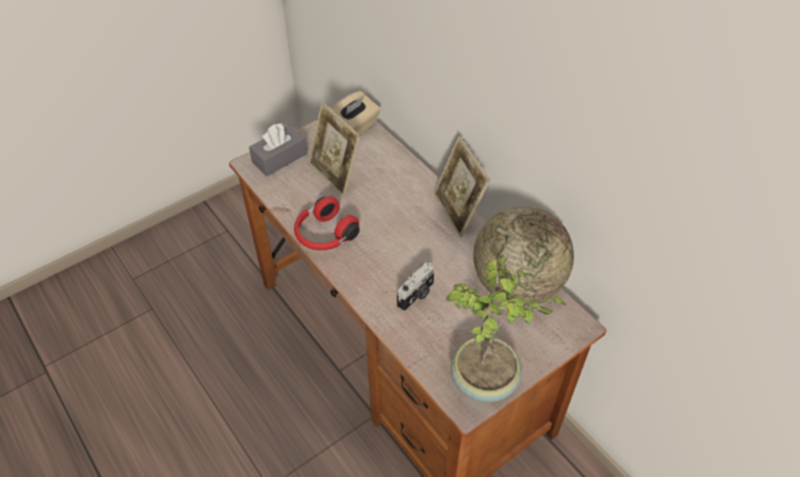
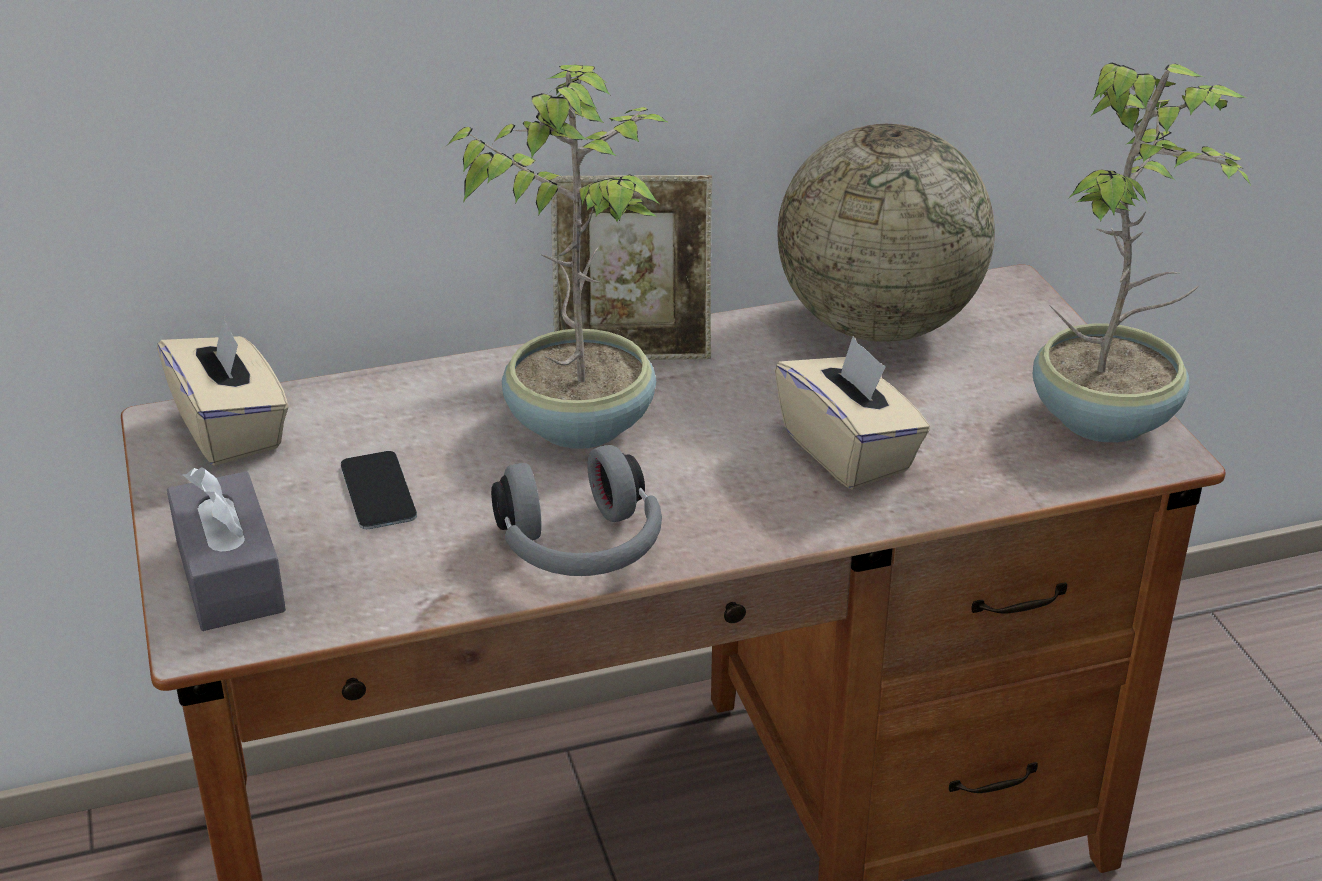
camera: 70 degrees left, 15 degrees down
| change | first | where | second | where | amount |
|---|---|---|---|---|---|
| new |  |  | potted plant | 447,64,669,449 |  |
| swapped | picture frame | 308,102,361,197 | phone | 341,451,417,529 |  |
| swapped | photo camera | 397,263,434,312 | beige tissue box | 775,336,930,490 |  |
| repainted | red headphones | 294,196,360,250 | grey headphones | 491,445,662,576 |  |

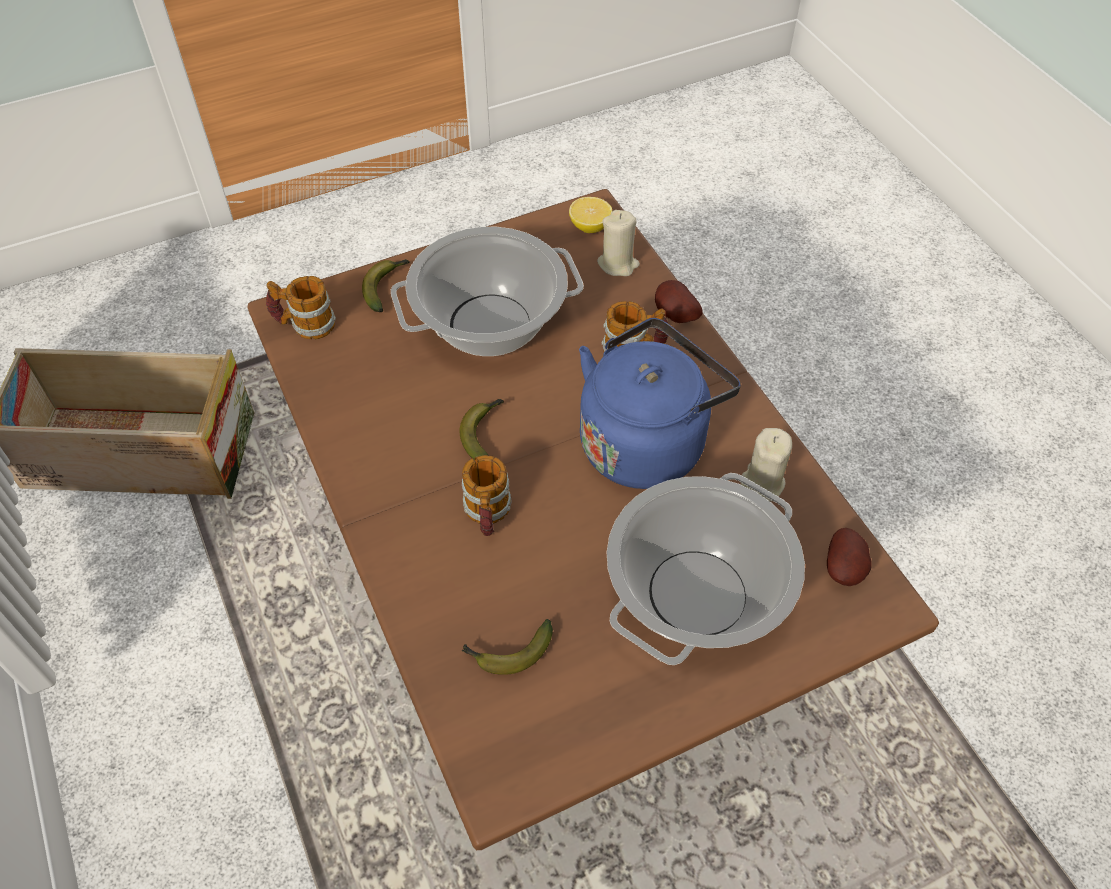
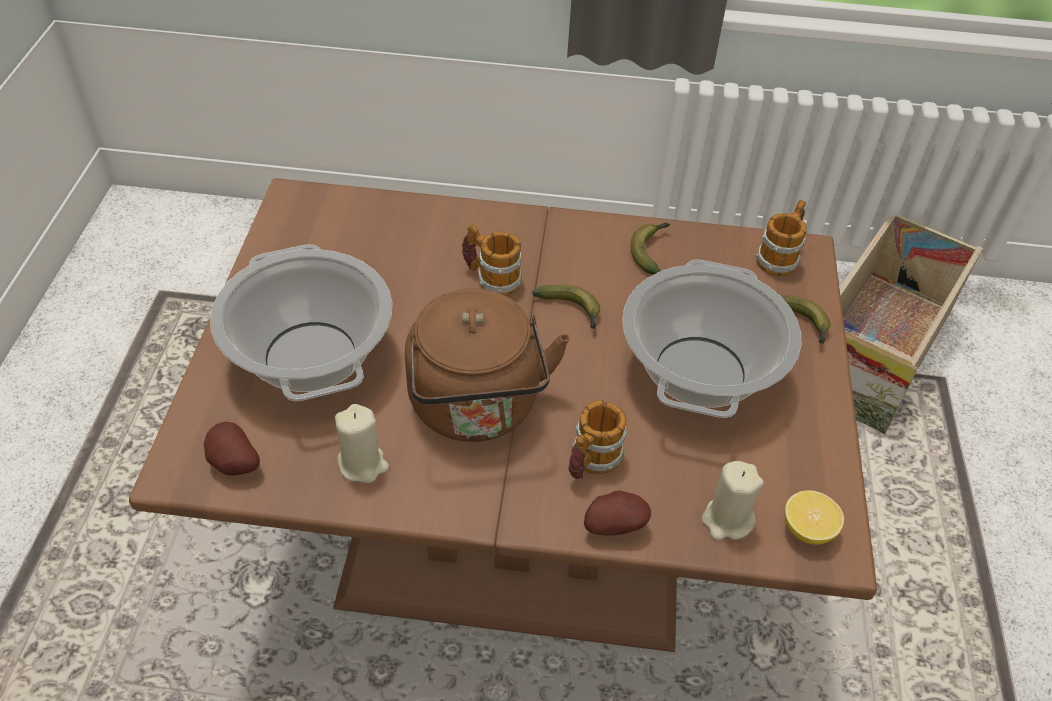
camera: 120 degrees right, 5 degrees down
| change | first | where | second | where | amount |
|---|---|---|---|---|---|
| shifted | banana | 461,619,553,675 |  | 630,222,670,275 |  |
| repainted | blue kettle | 579,318,741,489 | brown kettle | 405,288,570,442 |  |

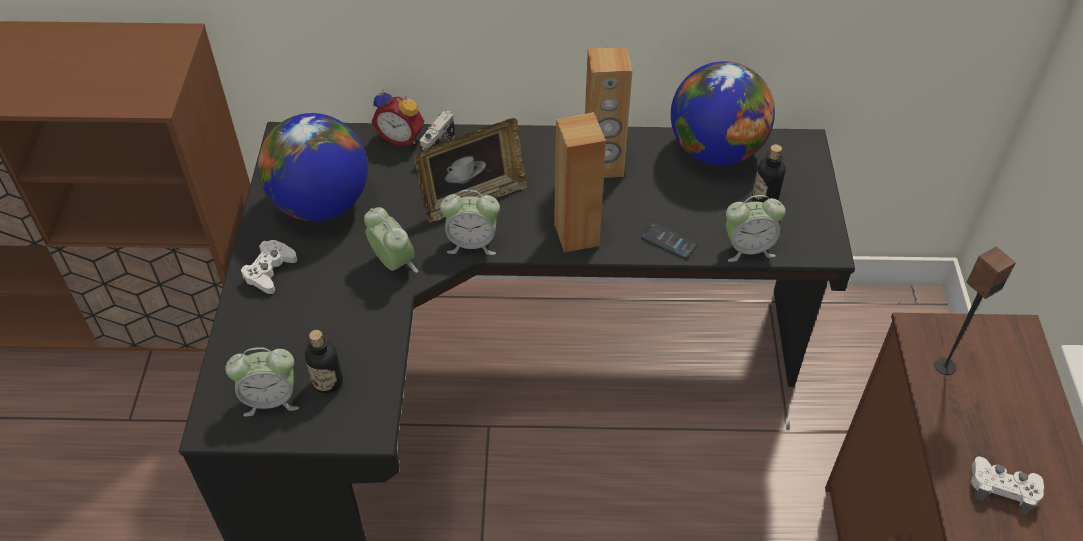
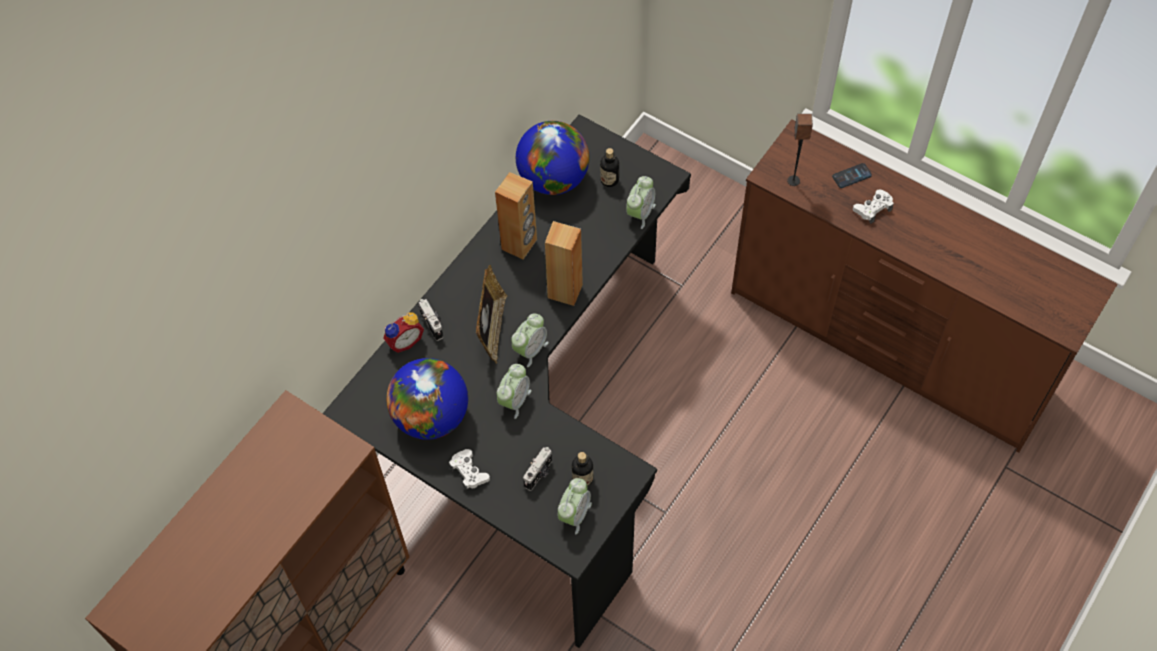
camera: 55 degrees left, 10 degrees up
| change | first | where | second | where | amount |
|---|---|---|---|---|---|
| new |  |  | photo camera | 523,447,552,491 |  |
| shifted | phone | 641,222,698,259 |  | 832,163,872,188 |  |
| rotated | alarm clock | 364,207,418,273 |  | 497,364,531,419 | 120 degrees clockwise |

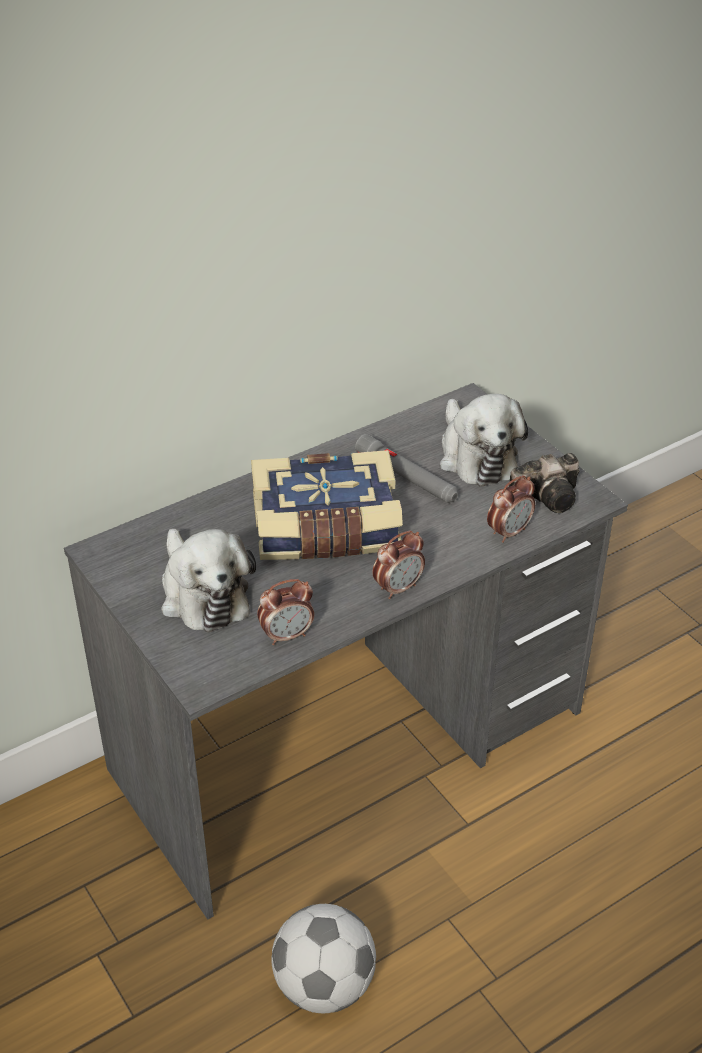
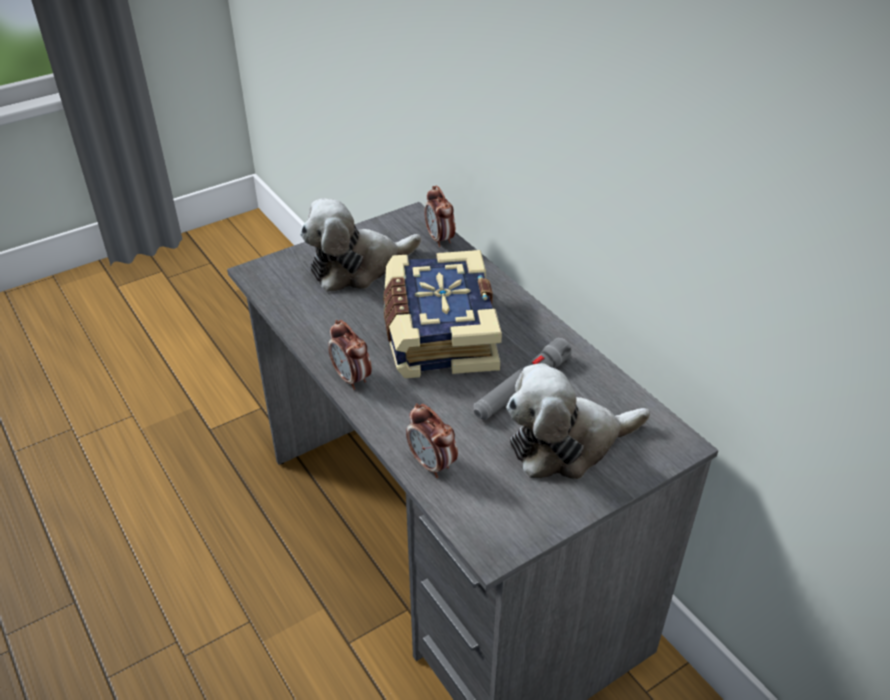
camera: 90 degrees right, 0 degrees up
| change | first | where | second | where | amount |
|---|---|---|---|---|---|
| gone | football | 271,904,376,1013 |  |  |  |
| gone | photo camera | 509,453,579,513 |  |  |  |
| shifted | alarm clock | 257,579,314,645 |  | 424,185,455,247 |  |

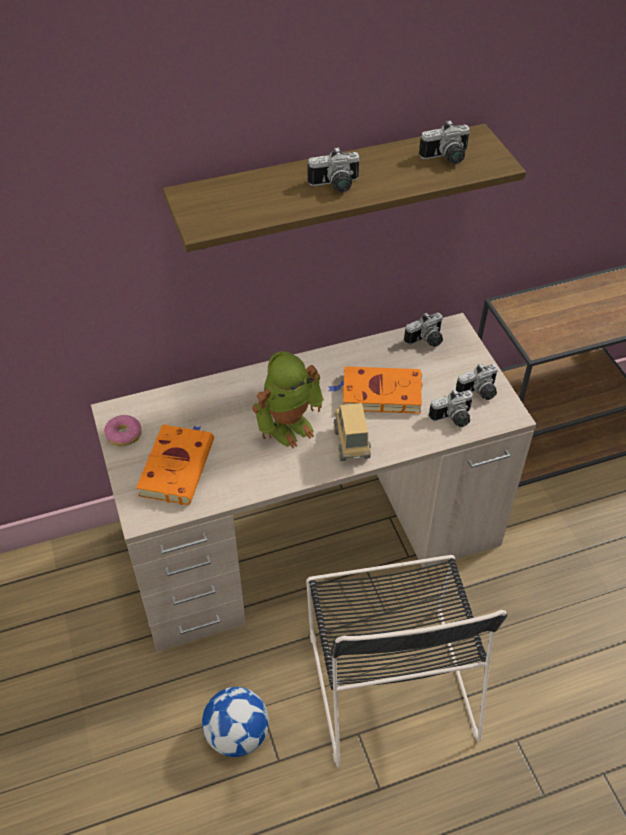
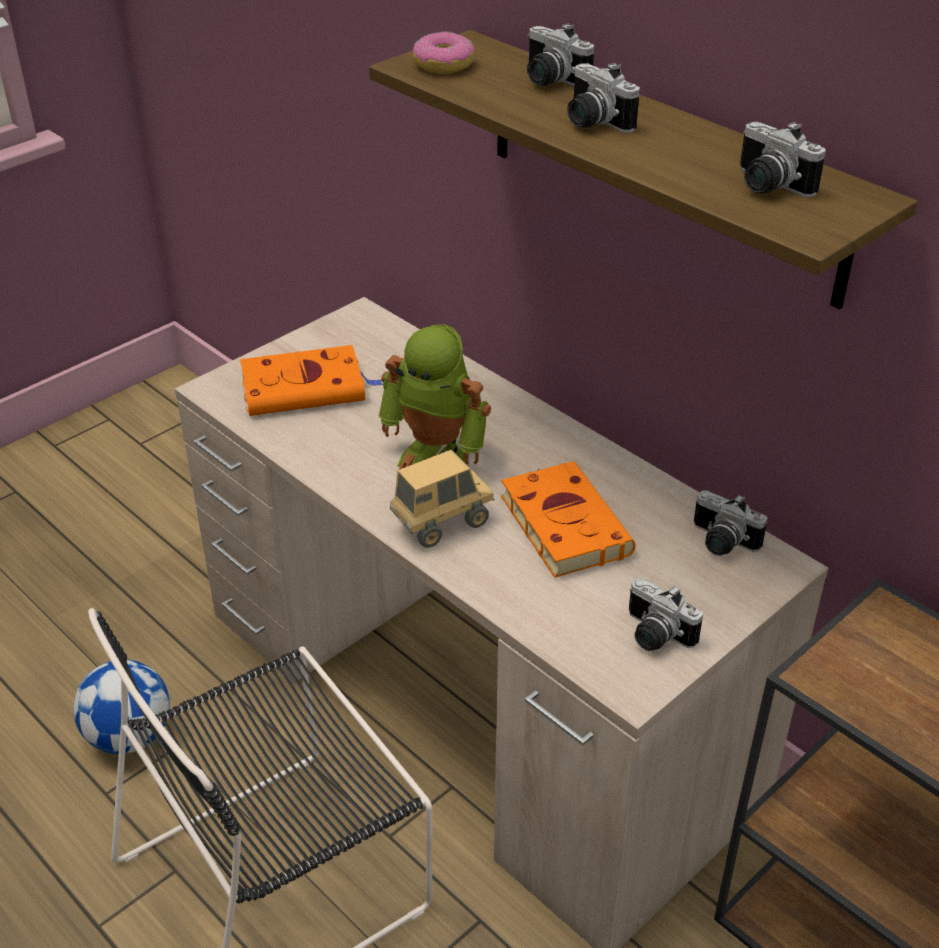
camera: 65 degrees right, 10 degrees down
| change | first | where | second | where | amount |
|---|---|---|---|---|---|
| shifted | donut | 104,415,142,446 |  | 413,31,475,74 |  |
| shifted | photo camera | 429,389,473,427 |  | 527,23,594,86 |  |

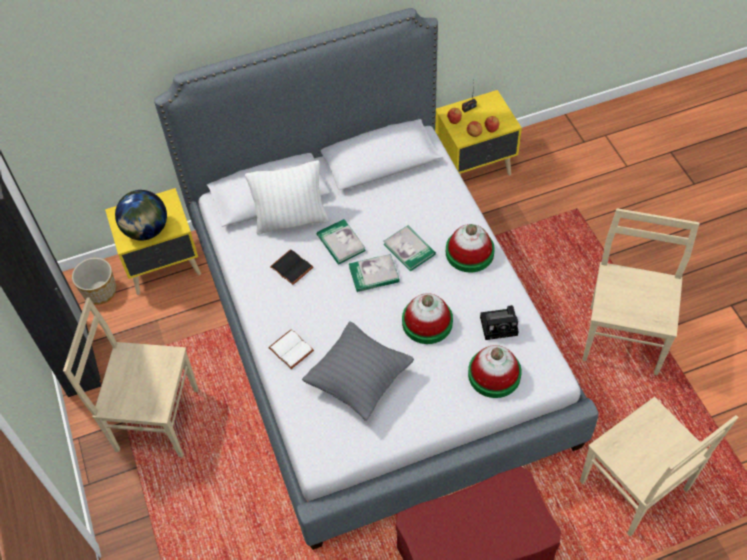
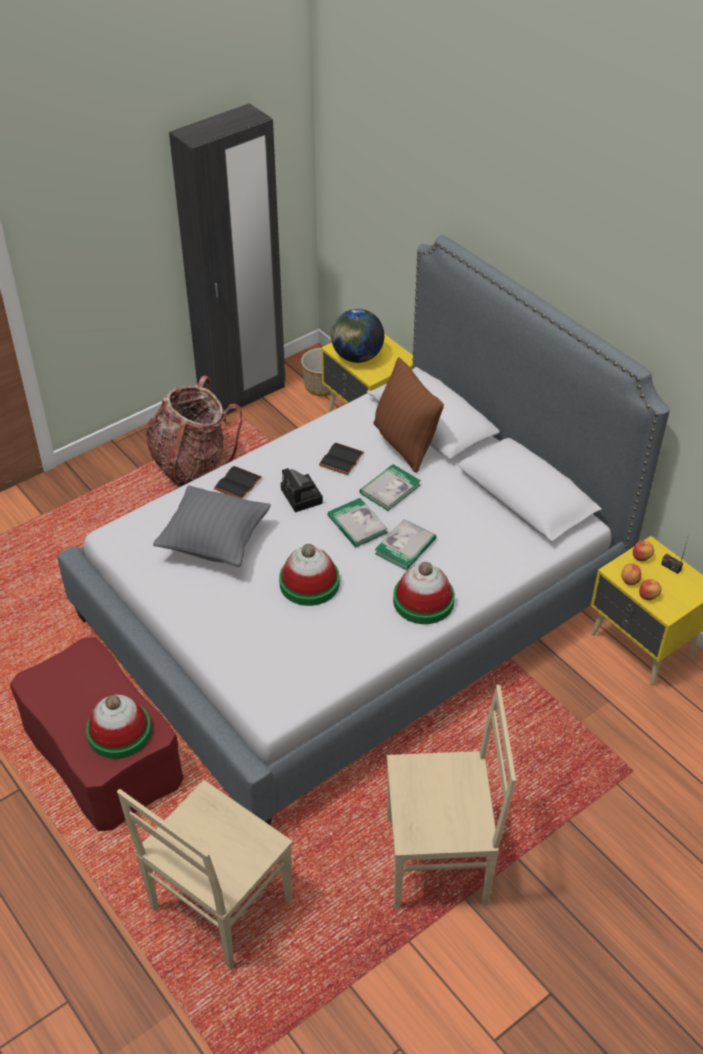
camera: 70 degrees right, 10 degrees down
| change | first | where | second | where | amount |
|---|---|---|---|---|---|
| shifted | hat | 468,345,522,398 |  | 86,695,152,759 |  |
| shifted | photo camera | 480,305,519,340 |  | 281,468,323,512 |  |
| swapped | beige chair | 63,297,198,457 | backpack | 145,375,242,487 |  |
| repainted | white pillow | 245,160,329,235 | brown pillow | 373,357,444,472 |  |
| repainted | white book | 268,329,314,369 | black book | 214,466,262,499 |  |

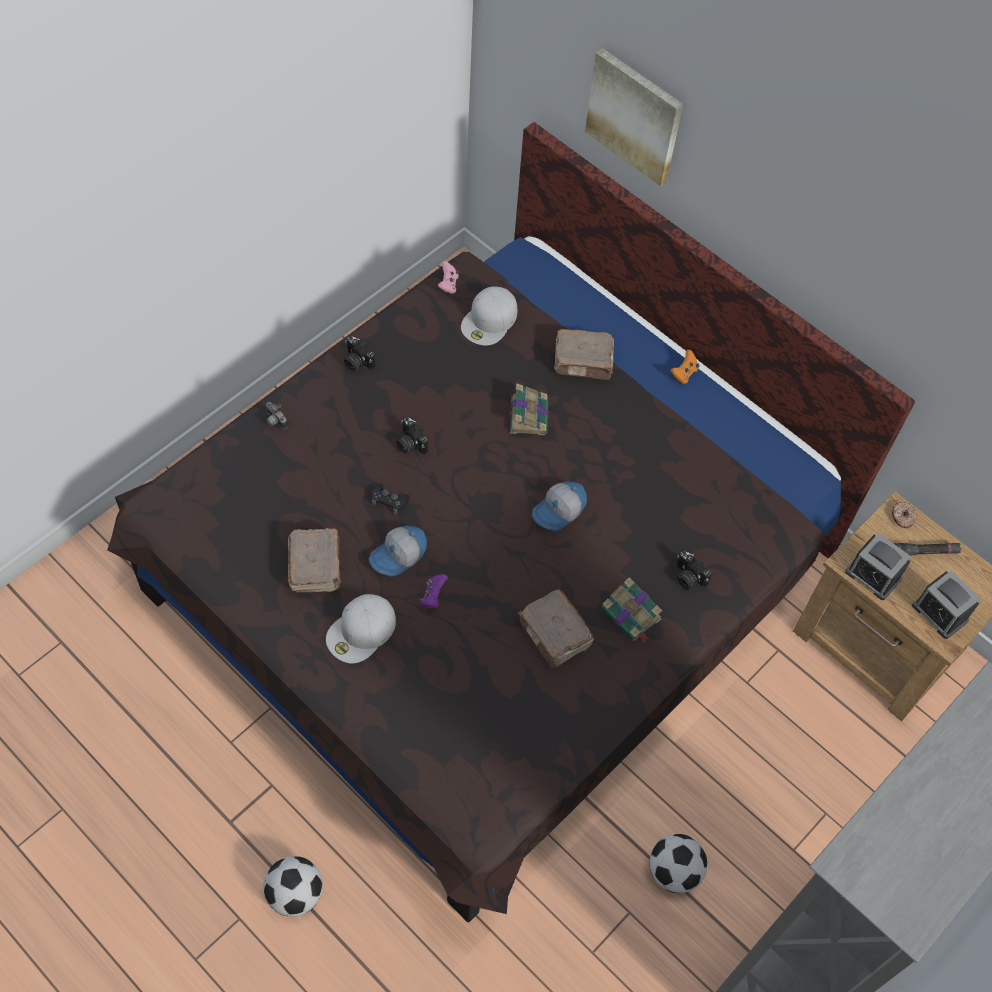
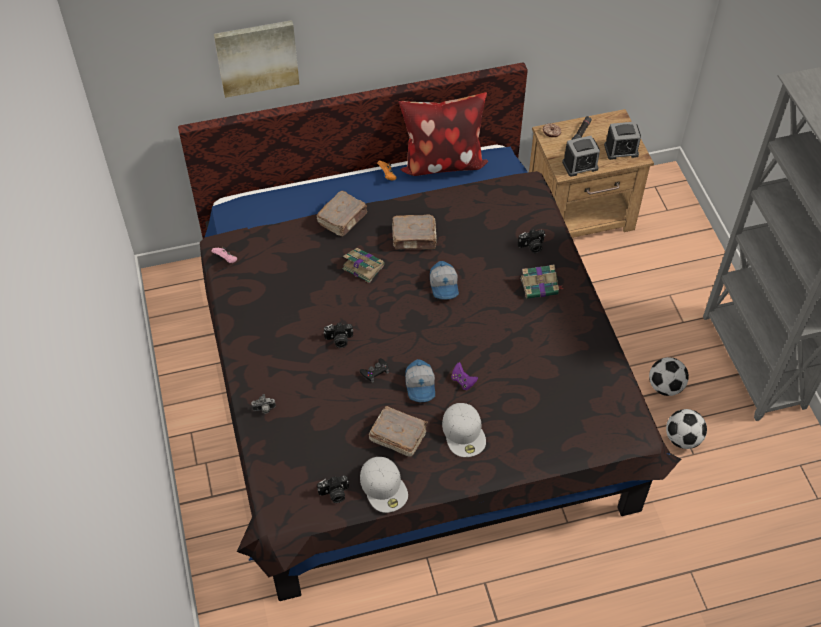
camera: 55 degrees left, 5 degrees down
| change | first | where | second | where | amount |
|---|---|---|---|---|---|
| new |  |  | pillow | 398,92,488,176 |  |
| shifted | football | 263,856,323,917 |  | 666,409,707,449 |  |
| shifted | photo camera | 344,336,375,372 |  | 317,475,349,503 |  |
| shifted | white cap | 461,286,517,346 |  | 360,457,408,513 |  |
| shifted | brown book | 518,589,594,668 |  | 392,214,437,249 |  |

